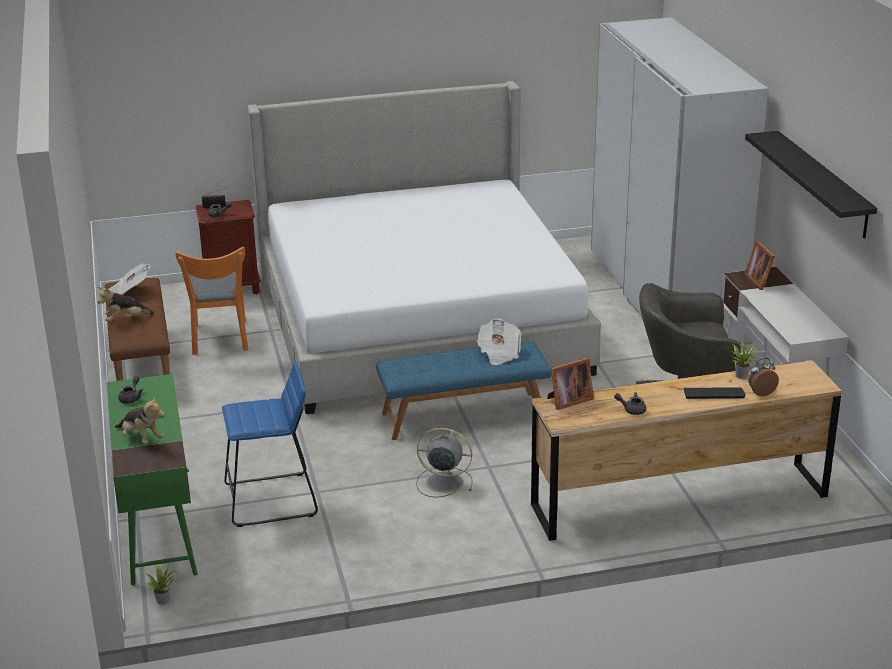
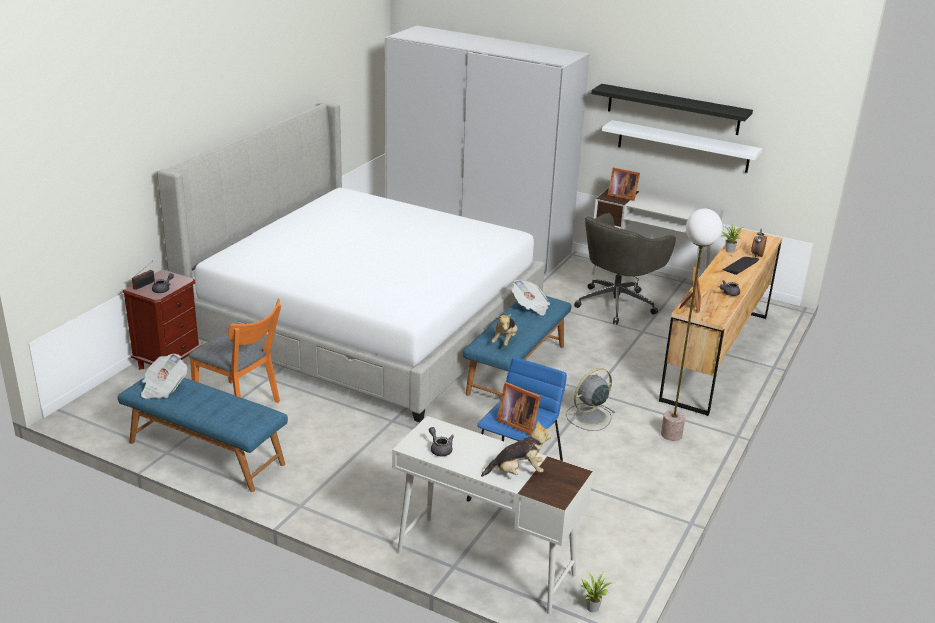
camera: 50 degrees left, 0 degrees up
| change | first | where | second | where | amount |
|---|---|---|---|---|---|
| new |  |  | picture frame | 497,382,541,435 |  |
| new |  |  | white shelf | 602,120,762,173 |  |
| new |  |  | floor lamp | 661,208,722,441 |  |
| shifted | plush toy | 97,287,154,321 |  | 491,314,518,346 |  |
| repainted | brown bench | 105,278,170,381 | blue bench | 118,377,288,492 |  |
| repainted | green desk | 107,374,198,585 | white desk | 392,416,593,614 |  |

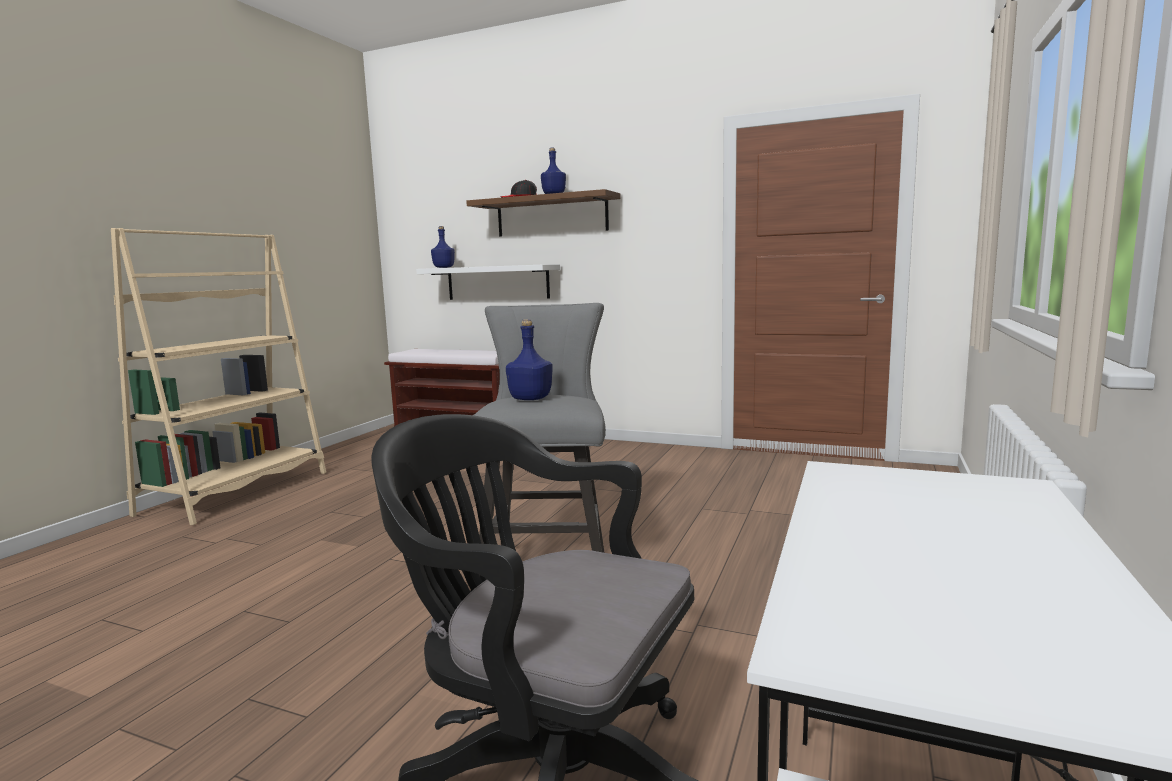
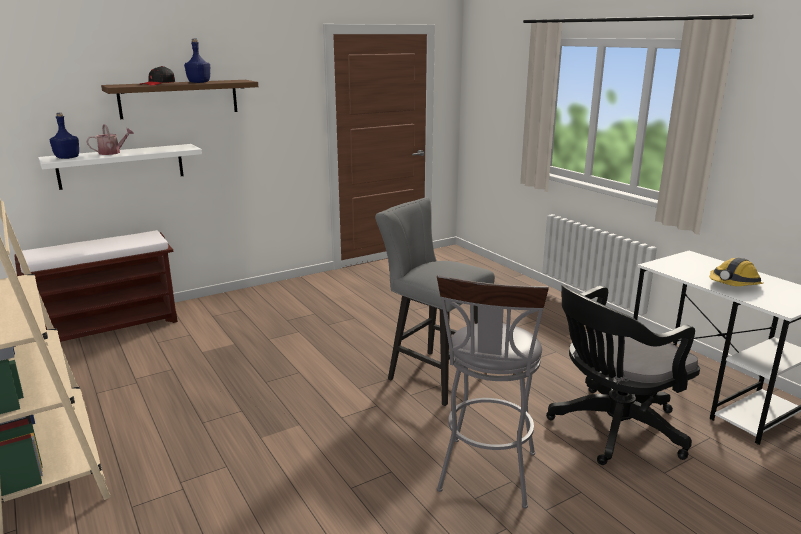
camera: 55 degrees left, 10 degrees up
| change | first | where | second | where | amount |
|---|---|---|---|---|---|
| gone | blue bottle | 506,319,553,400 |  |  |  |
| new |  |  | watering can | 86,124,134,155 |  |
| new |  |  | grey stool | 437,275,549,509 |  |
| new |  |  | hard hat | 709,258,763,286 |  |

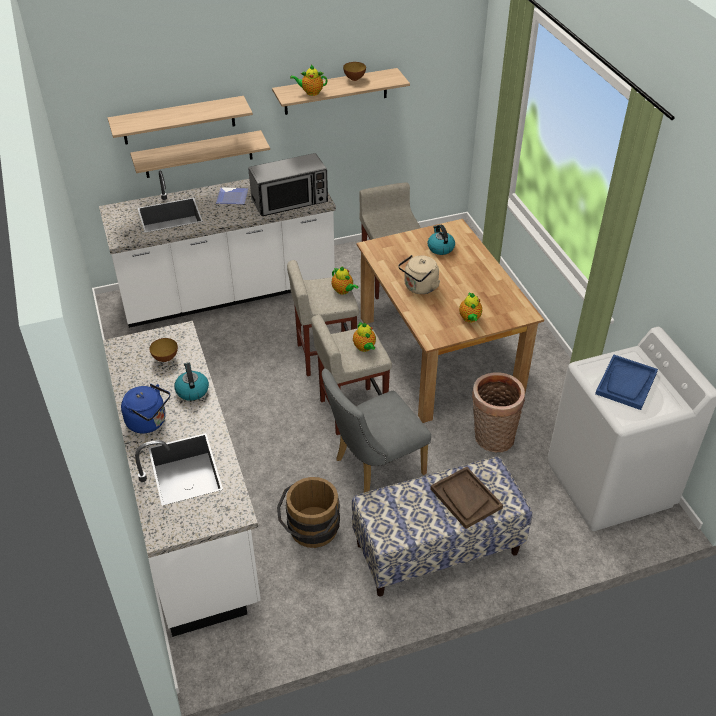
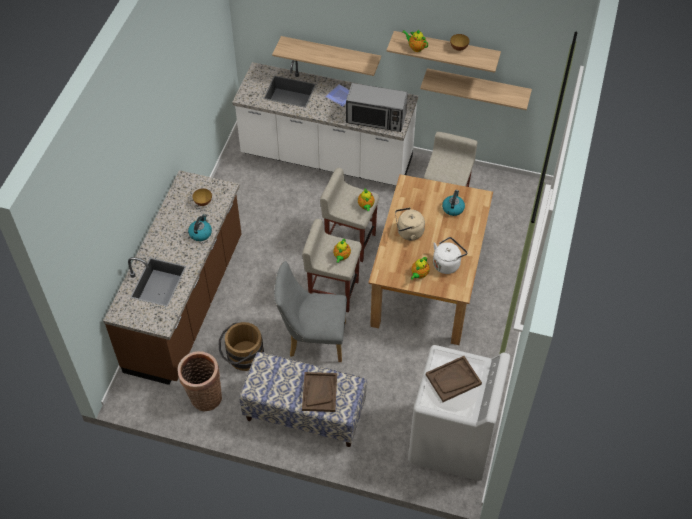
camera: 35 degrees right, 10 degrees up
| change | first | where | second | where | amount |
|---|---|---|---|---|---|
| gone | blue kettle | 121,384,170,434 |  |  |  |
| new |  |  | white kettle | 433,237,468,274 |  |
| shifted | shelf | 108,96,253,145 |  | 420,68,532,110 |  |
| shifted | basket | 472,372,525,452 |  | 178,351,222,412 |  |
| repainted | white counter | 103,321,261,637 | brown counter | 103,170,242,385 |  |
| repainted | blue tray | 595,355,658,410 | brown tray | 426,356,482,402 |  |

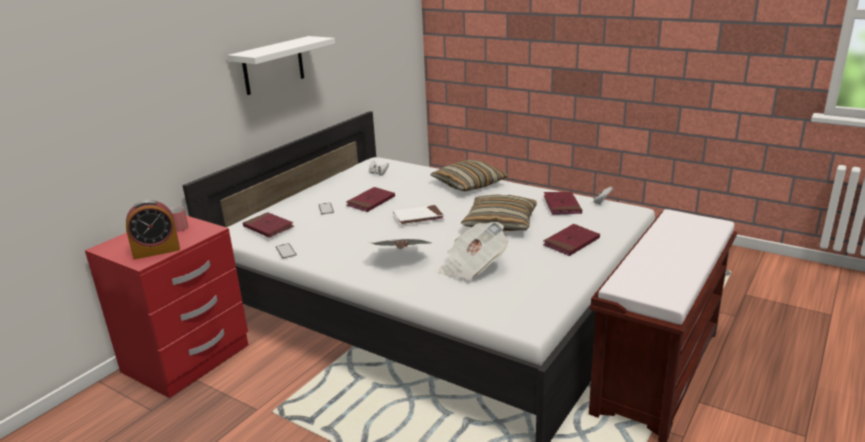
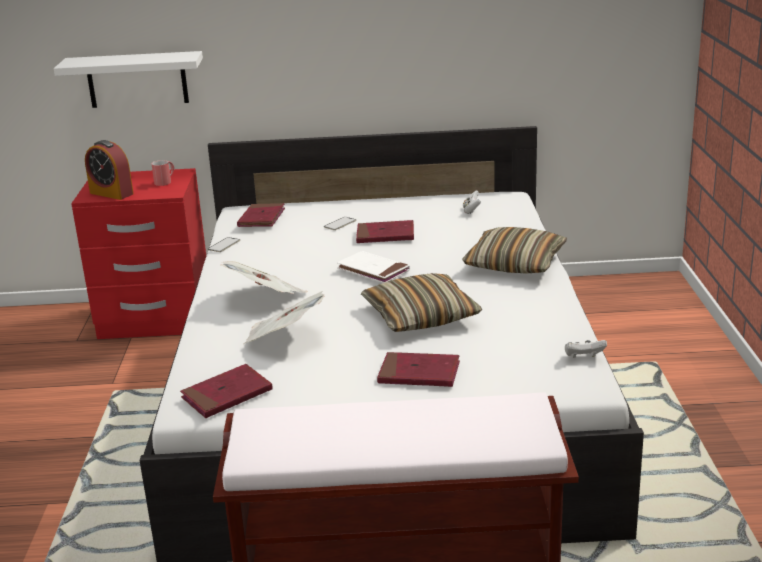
camera: 55 degrees right, 0 degrees up
| change | first | where | second | where | amount |
|---|---|---|---|---|---|
| shifted | white shelf | 228,36,335,95 |  | 54,51,203,108 |  |
| shifted | red book | 544,191,582,215 |  | 180,364,273,418 |  |

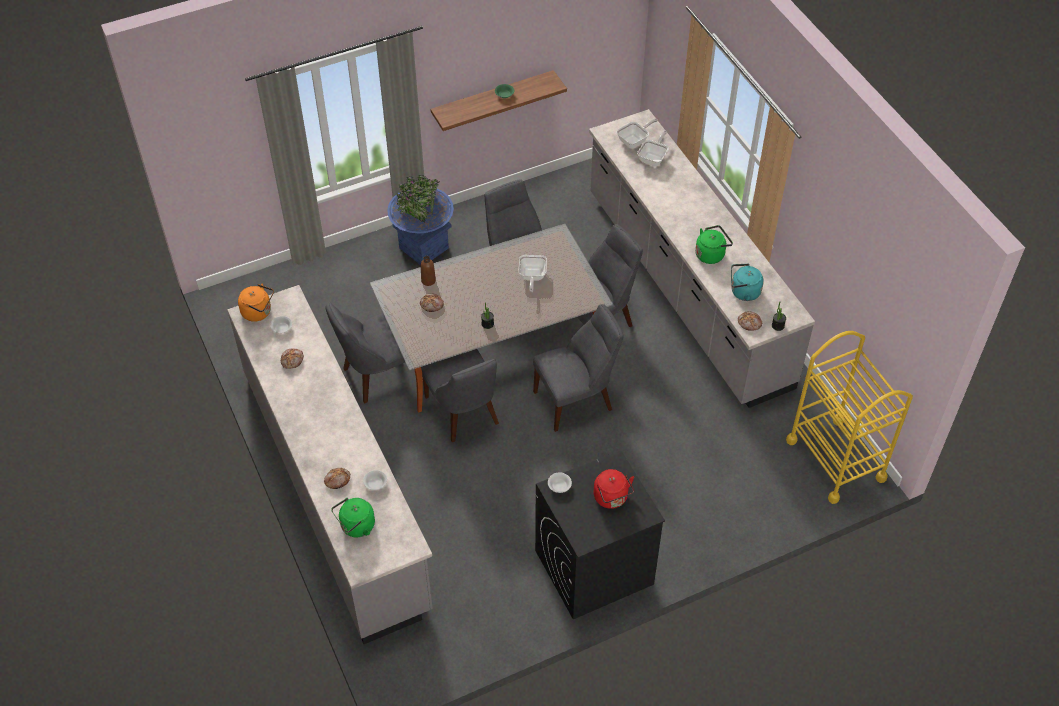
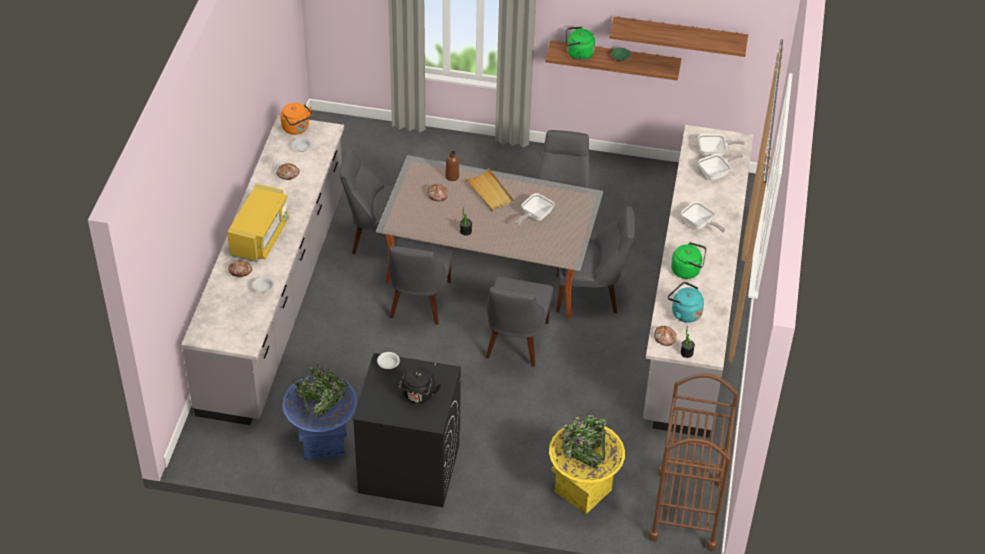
camera: 35 degrees right, 5 degrees down
| change | first | where | second | where | amount |
|---|---|---|---|---|---|
| new |  |  | yellow microwave | 227,183,289,262 |  |
| new |  |  | beige tray | 464,169,514,211 |  |
| new |  |  | yellow planter | 549,415,625,514 |  |
| new |  |  | shelf | 609,16,748,57 |  |
| new |  |  | frying pan | 681,201,725,232 |  |
| shifted | green kettle | 331,498,375,537 |  | 566,26,595,60 |  |
| shifted | blue planter | 387,175,454,265 |  | 282,365,357,460 |  |
| repainted | red kettle | 594,469,634,509 | black kettle | 399,366,441,403 |  |
| repainted | yellow cart | 786,331,913,504 | brown cart | 648,373,739,551 |  |
| rotated | grey chair | 533,304,624,432 |  | 486,276,553,367 | 90 degrees clockwise |

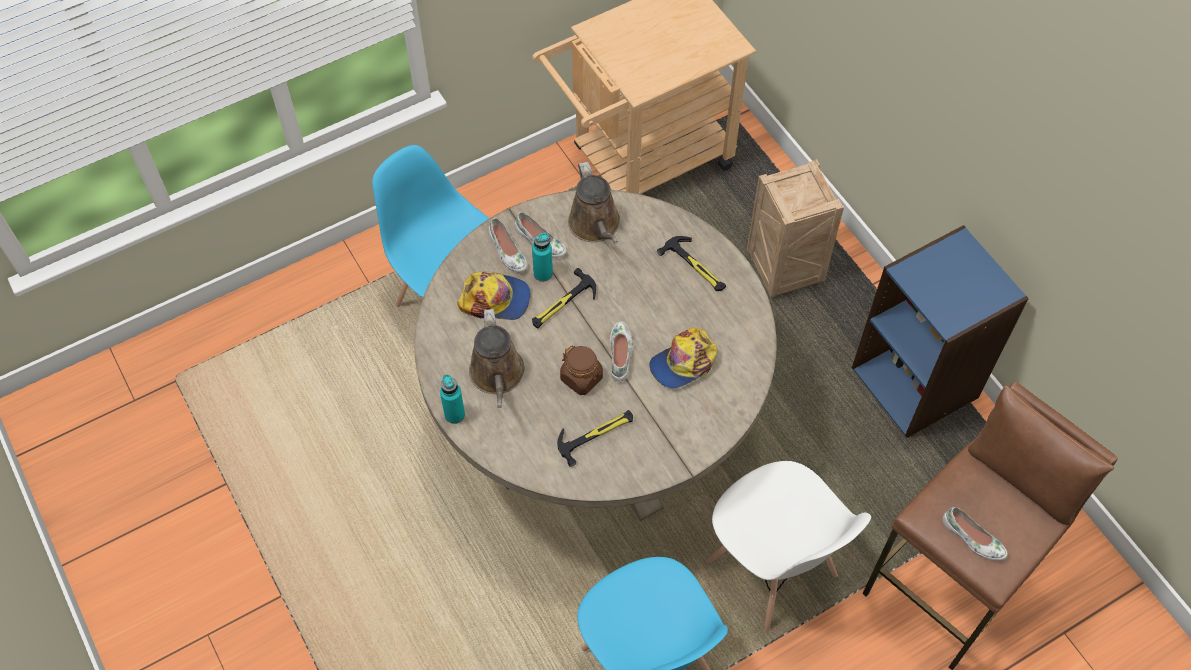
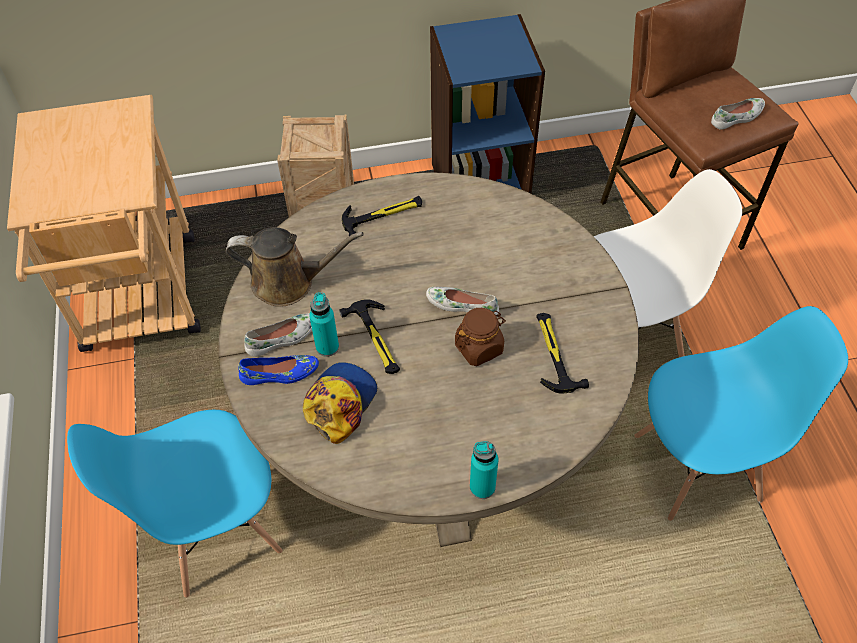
camera: 70 degrees left, 5 degrees down
| change | first | where | second | where | amount |
|---|---|---|---|---|---|
| gone | brown watering can | 469,309,525,408 |  |  |  |
| gone | cap | 649,328,718,389 |  |  |  |
| repainted | white shoe | 489,218,527,273 | blue shoe | 238,355,319,385 |  |

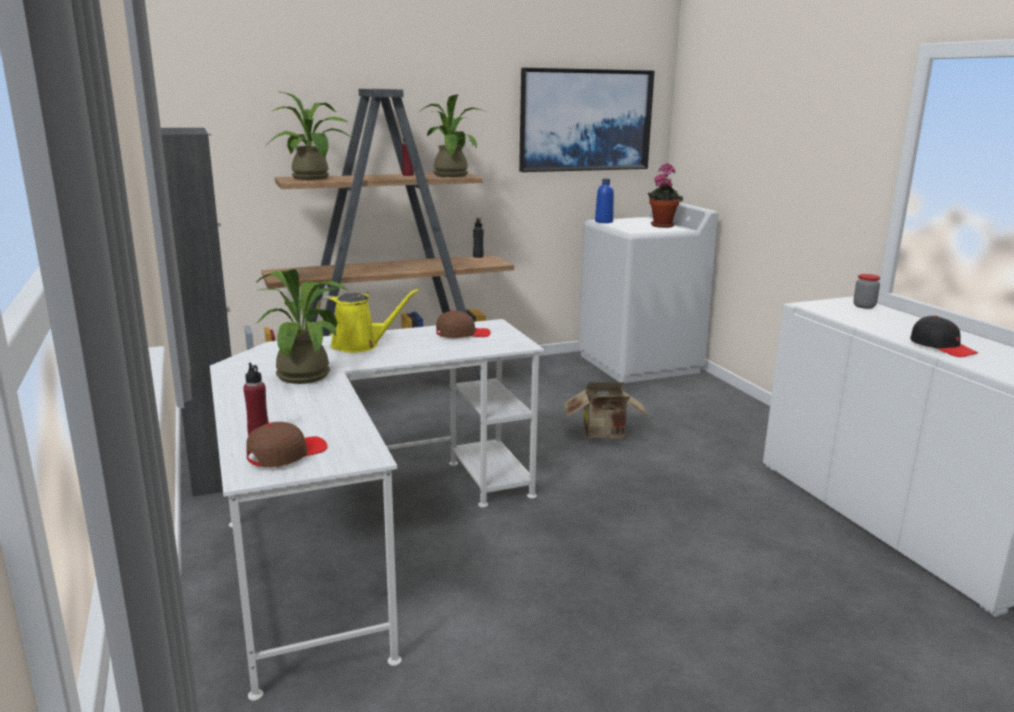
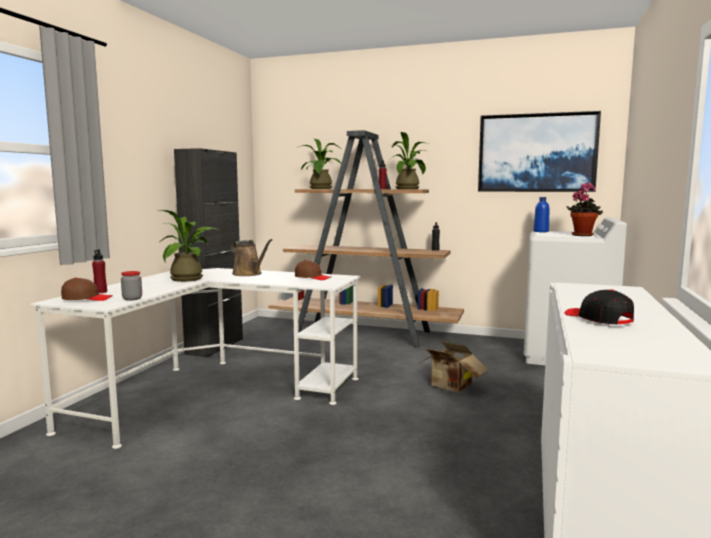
camera: 40 degrees right, 10 degrees down
| change | first | where | second | where | amount |
|---|---|---|---|---|---|
| shifted | jar | 853,274,880,309 |  | 121,271,142,301 |  |
| repainted | yellow watering can | 316,289,419,353 | brown watering can | 231,239,272,276 |  |
| rotated | black cap | 910,315,979,357 |  | 564,289,634,324 | 150 degrees clockwise |

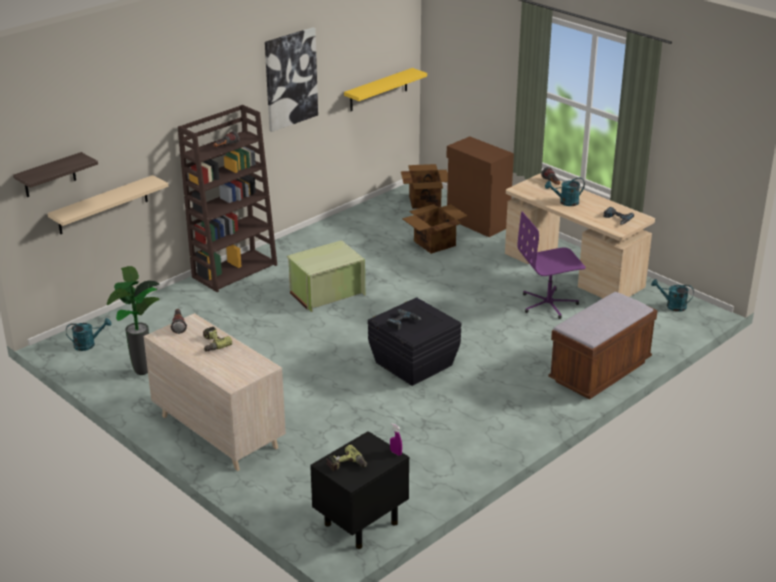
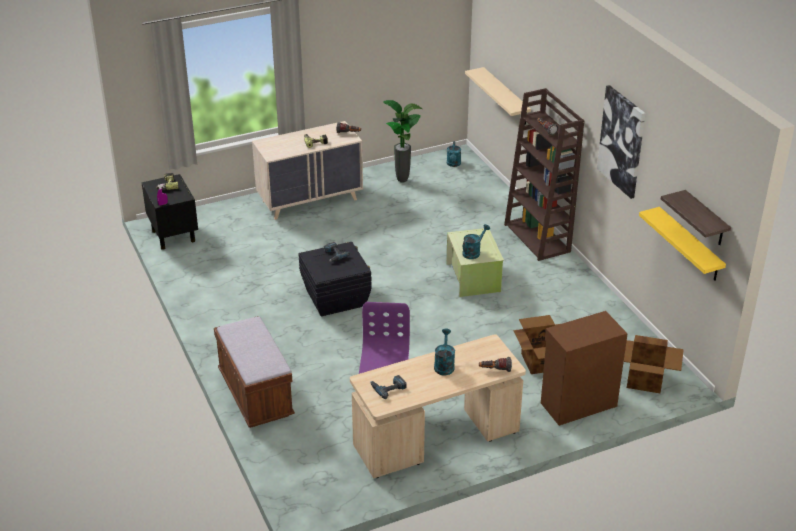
camera: 110 degrees right, 5 degrees up
| change | first | where | second | where | amount |
|---|---|---|---|---|---|
| shifted | shelf | 13,152,98,197 |  | 661,190,731,245 |  |
| shifted | turquoise watering can | 651,279,694,312 |  | 462,224,490,259 |  |

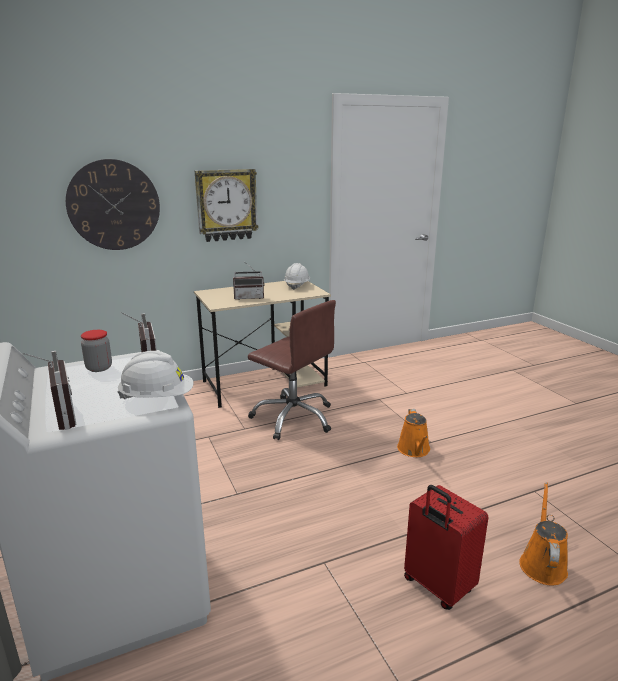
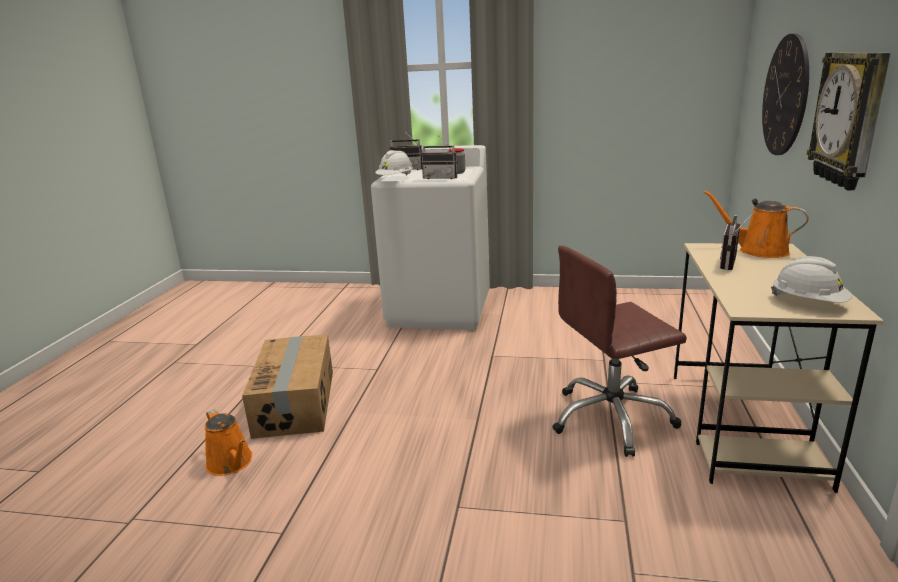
camera: 125 degrees right, 0 degrees up
| change | first | where | second | where | amount |
|---|---|---|---|---|---|
| shifted | orange watering can | 397,409,430,457 |  | 703,191,809,258 |  |
| swapped | red suitcase | 404,485,488,610 | cardboard box | 242,334,333,439 |  |

